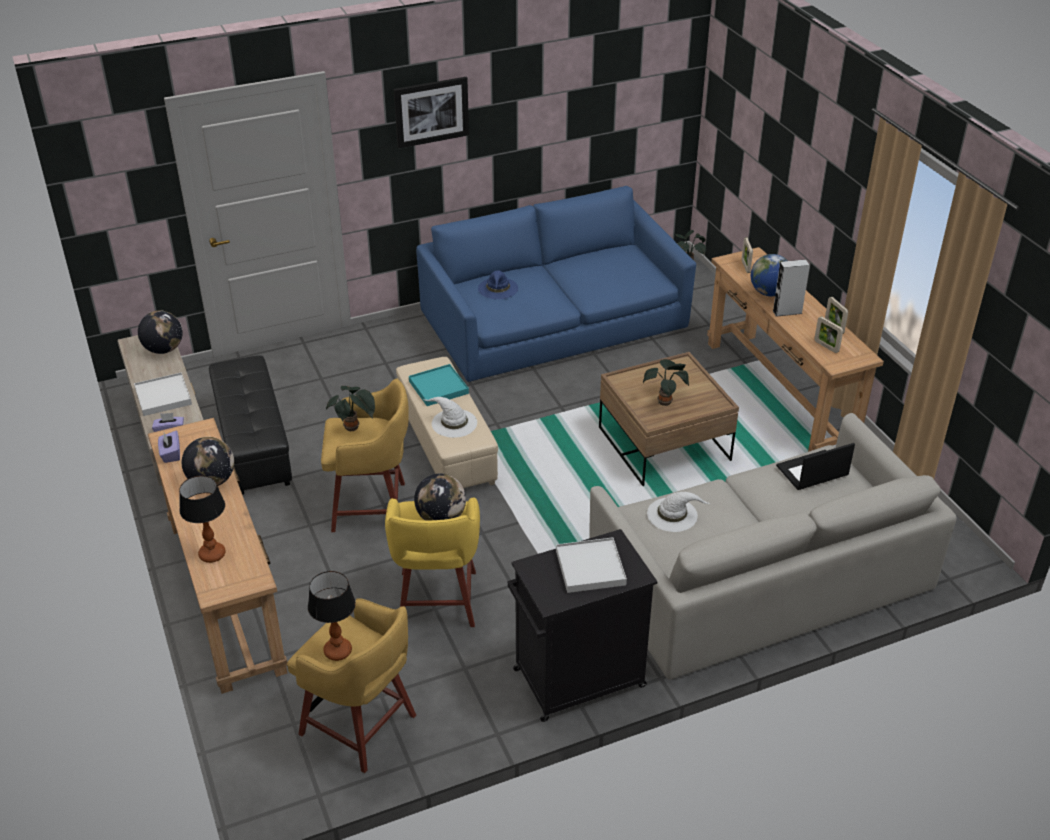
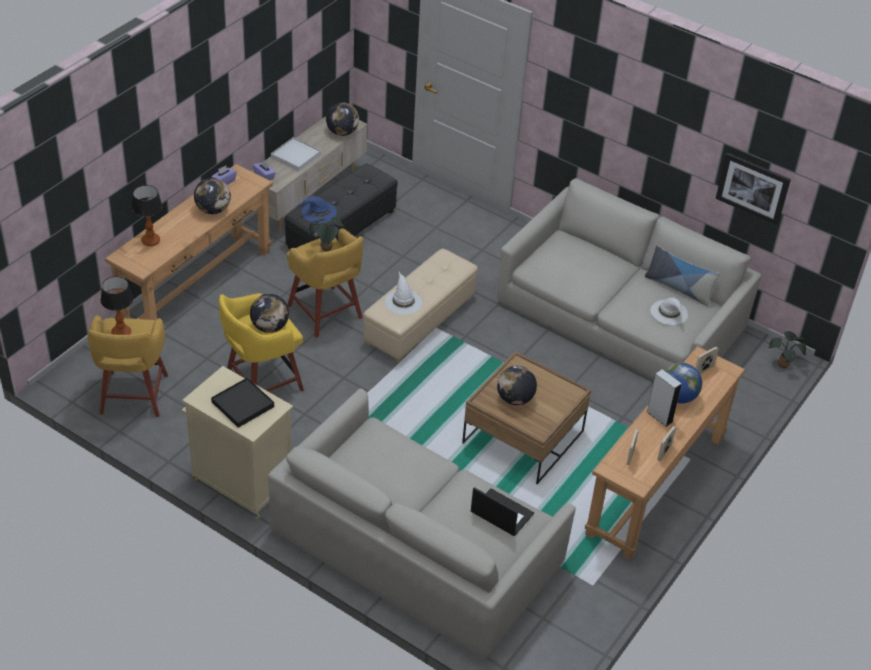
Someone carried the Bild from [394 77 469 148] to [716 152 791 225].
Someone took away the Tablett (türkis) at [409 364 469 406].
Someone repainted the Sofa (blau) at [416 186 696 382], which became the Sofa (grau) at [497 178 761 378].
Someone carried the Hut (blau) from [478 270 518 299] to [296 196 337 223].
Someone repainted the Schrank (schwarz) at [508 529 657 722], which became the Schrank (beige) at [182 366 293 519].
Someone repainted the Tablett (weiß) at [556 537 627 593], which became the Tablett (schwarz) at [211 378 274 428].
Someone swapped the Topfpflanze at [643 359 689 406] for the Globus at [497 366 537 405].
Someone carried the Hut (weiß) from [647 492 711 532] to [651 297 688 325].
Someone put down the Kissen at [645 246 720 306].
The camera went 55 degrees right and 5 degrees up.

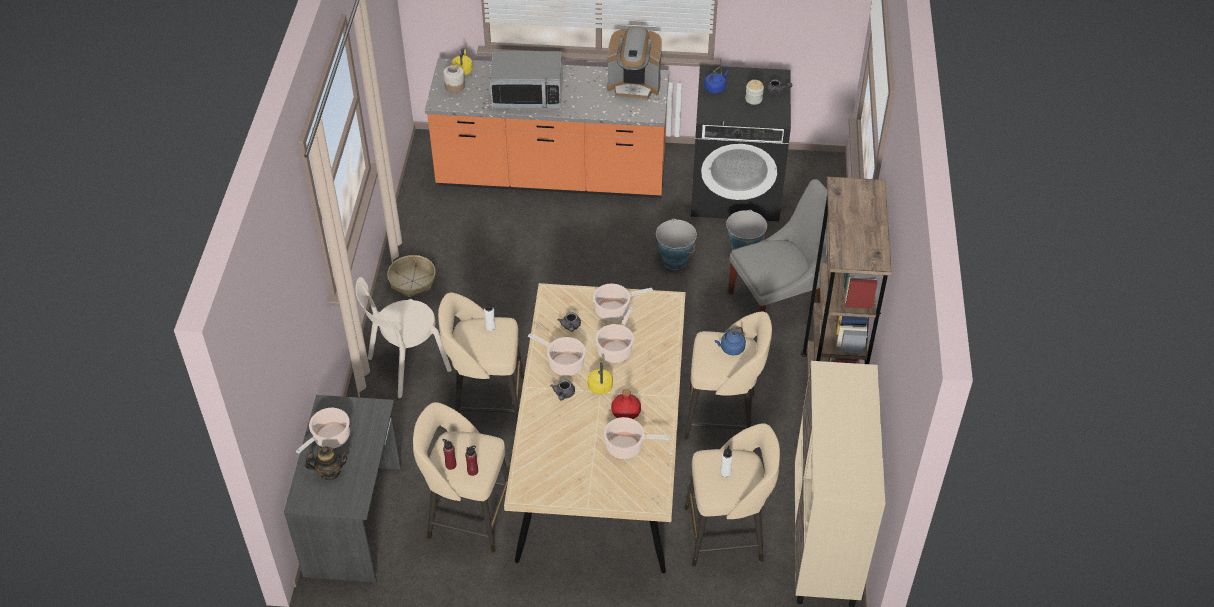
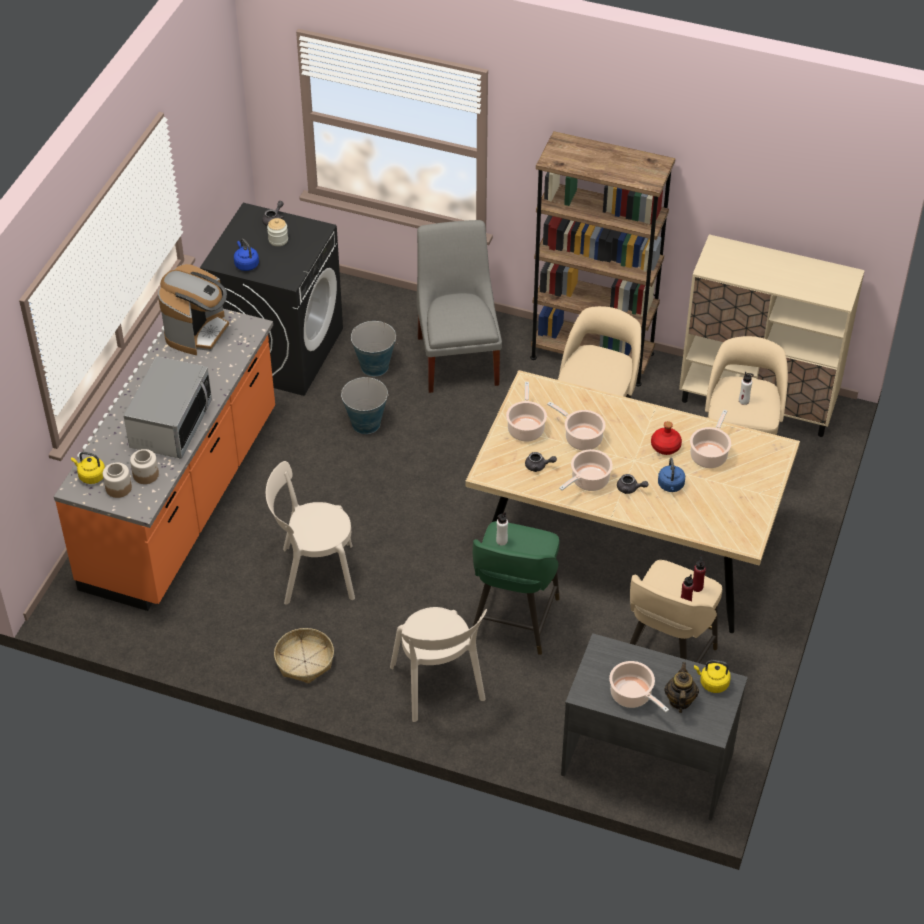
Someone repainted the Hocker (beige) at [438 293 524 421], which became the Hocker (grün) at [470 521 560 655].
Someone carried the Wasserkessel (gelb) from [588 361 613 395] to [694 660 731 693].
Someone carried the Wasserkessel (blau) from [714 327 746 356] to [658 458 685 492].
Someone put down the Vorratsglas at [130 449 159 484].
Someone put down the Stuhl (beige) at [266 461 355 605].
The camera went 75 degrees left and 0 degrees up.

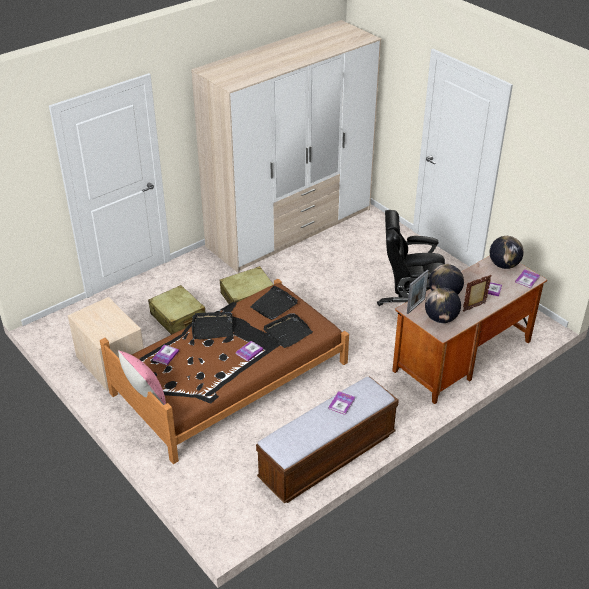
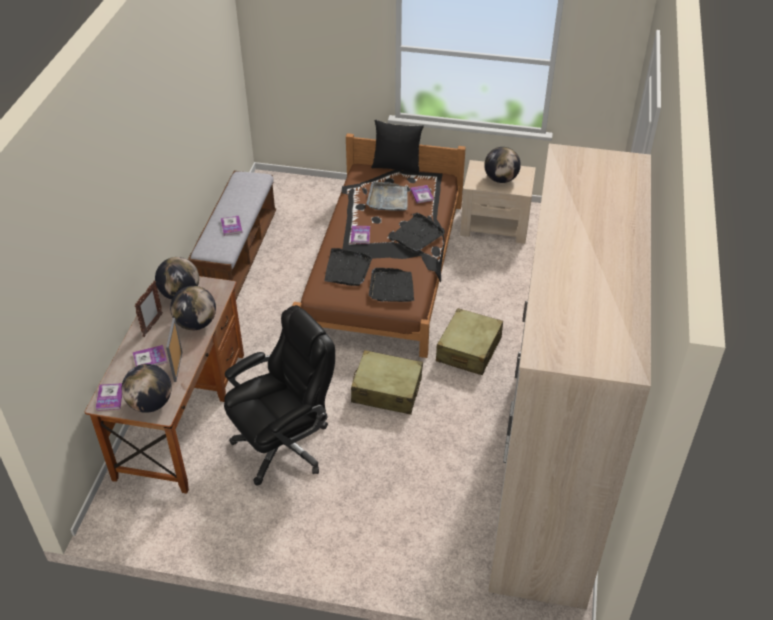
Someone repainted the Kissen (rosa) at [118 350 166 405], which became the Kissen (schwarz) at [371 120 424 174].
Someone carried the Koffer (beige) from [148 285 205 335] to [351 350 423 415].
Someone carried the Bilderrahmen from [407 270 429 314] to [166 318 182 382].
Someone put down the Tablett (grau) at [366 182 408 211].
Someone put down the Globus at [484 147 521 183].
The camera went 140 degrees right and 5 degrees up.

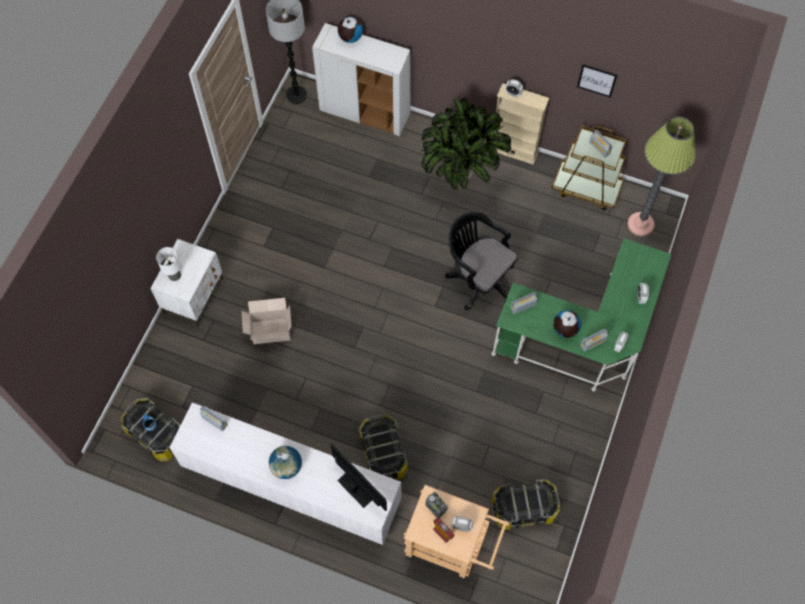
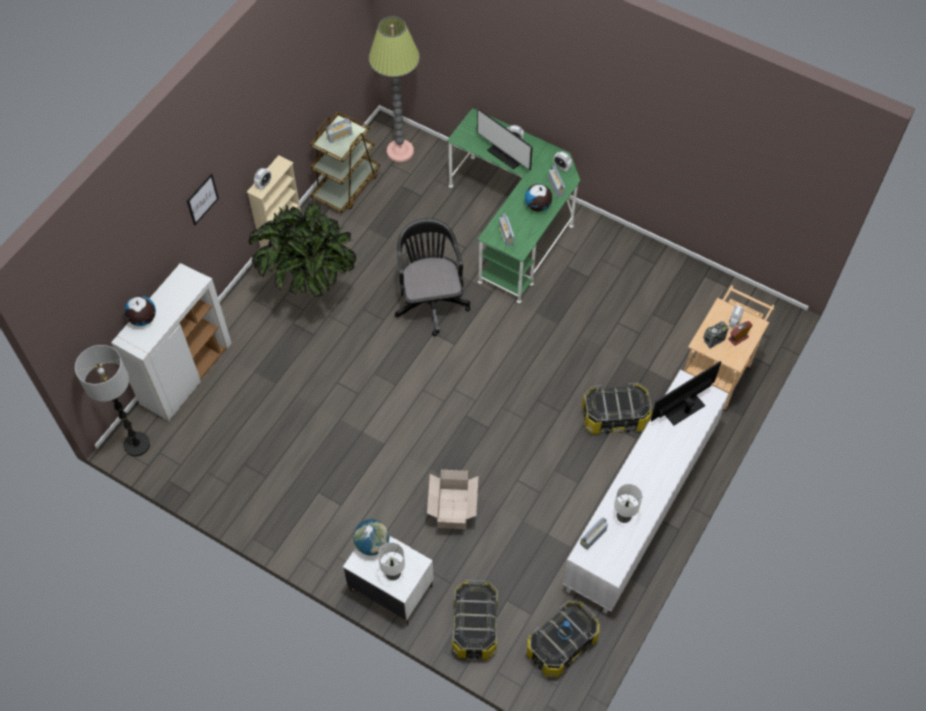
Someone carried the Globus from [269 446 302 479] to [353 519 389 556].
Someone rotated the Bürostuhl (schwarz) at [445 211 518 310] by 120 degrees clockwise.
Someone carried the Aufbewahrungsbox from [492 479 560 530] to [452 580 498 659].
Someone carried the Bild from [577 64 617 98] to [187 173 219 225].
Someone put down the Monitor at [477 108 533 171].
Someone put down the Tischlampe at [614 484 642 523].
The camera went 80 degrees left and 5 degrees down.

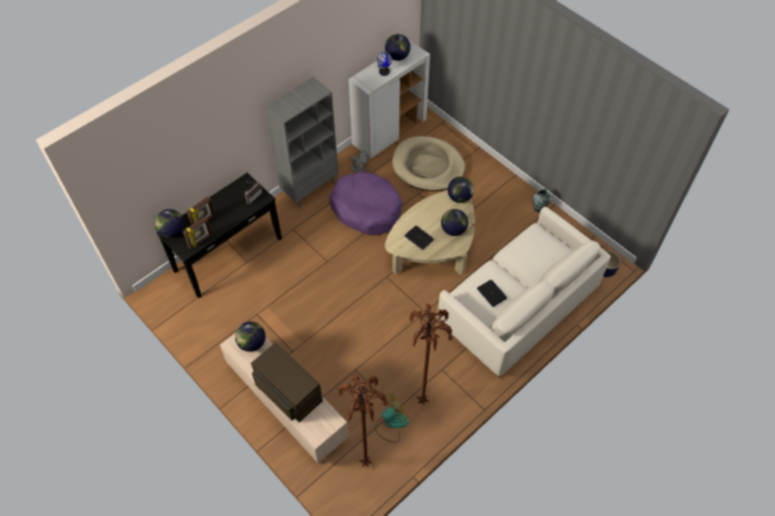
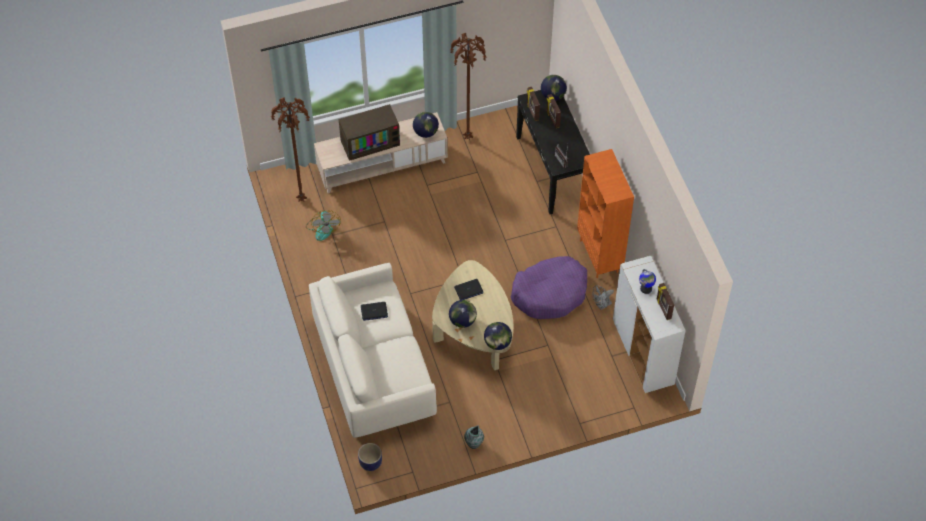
Someone repainted the Bücherregal (grau) at [265 77 338 207], which became the Bücherregal (orange) at [577 149 634 278].
Someone swapped the Globus at [385 34 411 61] for the Bilderrahmen at [657 283 674 320].
Someone took away the Hundebett (beige) at [392 136 465 191].
Someone carried the Stehlampe (braun) from [409 304 453 406] to [450 33 487 140].
The camera went 115 degrees right and 0 degrees up.

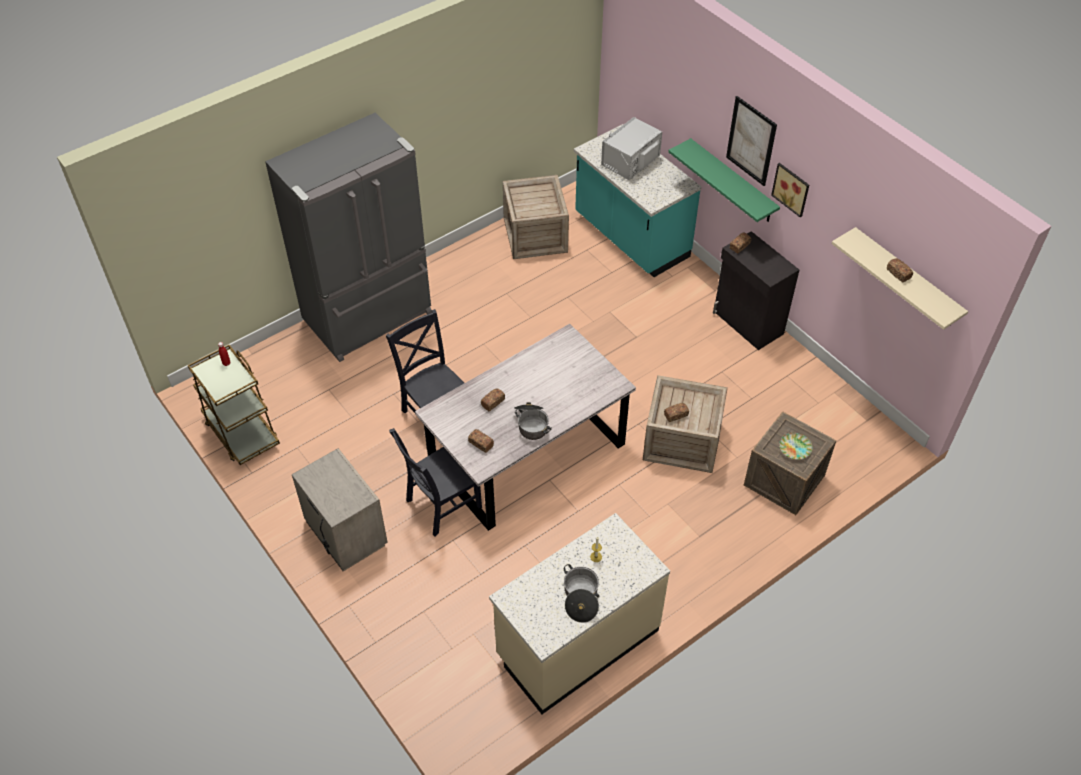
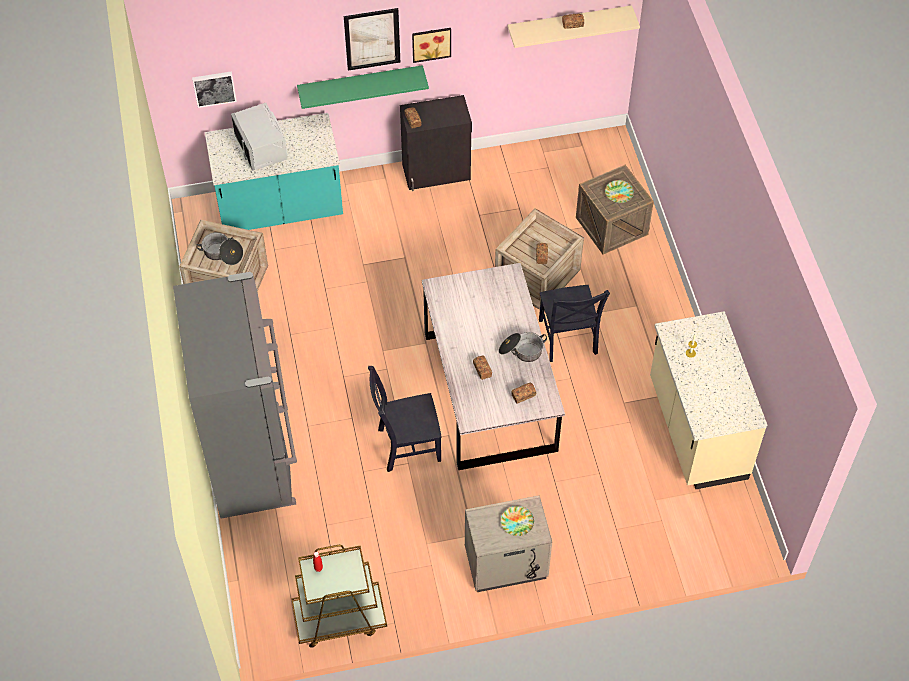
Someone carried the Stuhl (schwarz) from [389 428 482 537] to [539 285 610 362].
Someone carried the Kochtopf from [564 564 599 623] to [196 232 243 265].
Someone put up the Bild at [192 71 237 108].
Someone put down the Teller at [500 506 534 536].
The camera went 65 degrees left and 5 degrees up.

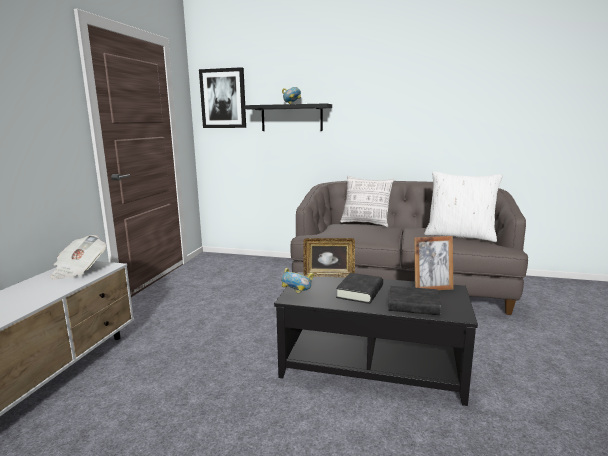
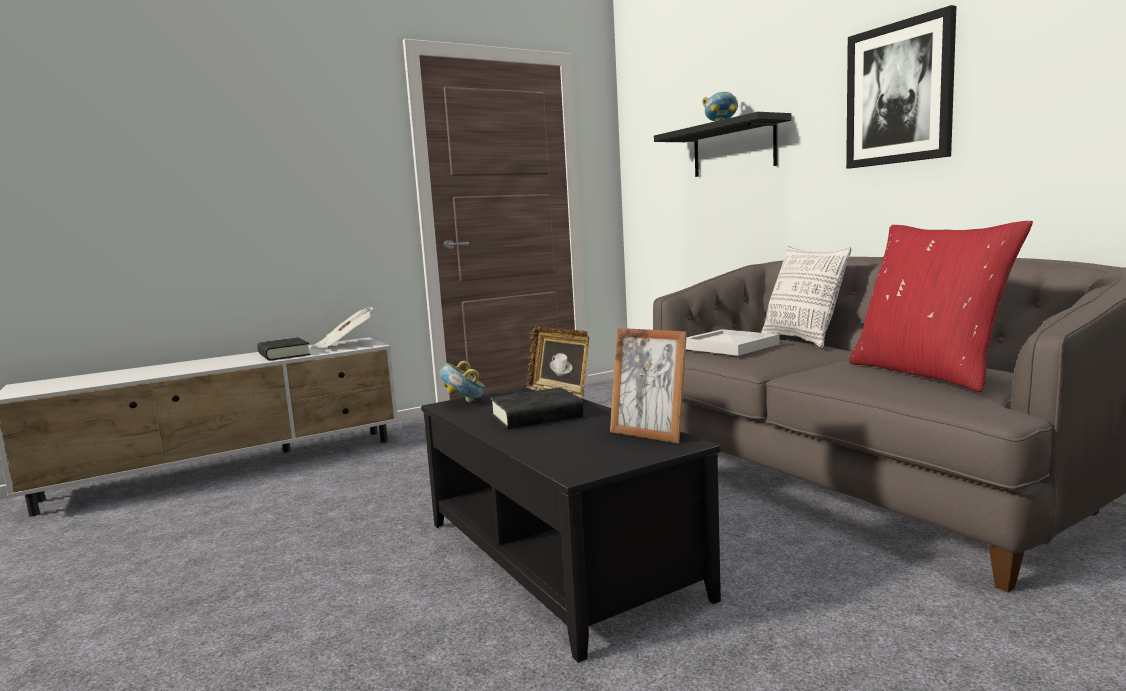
Someone carried the Bild from [199 67 246 128] to [846 5 956 168].
Someone carried the Buch (schwarz) from [388 286 441 315] to [257 337 311 361].
Someone repainted the Kissen (weiß) at [425 172 503 242], which became the Kissen (rot) at [849 221 1033 392].
Someone put down the Tablett (weiß) at [686 329 779 356].
The camera went 45 degrees right and 5 degrees down.

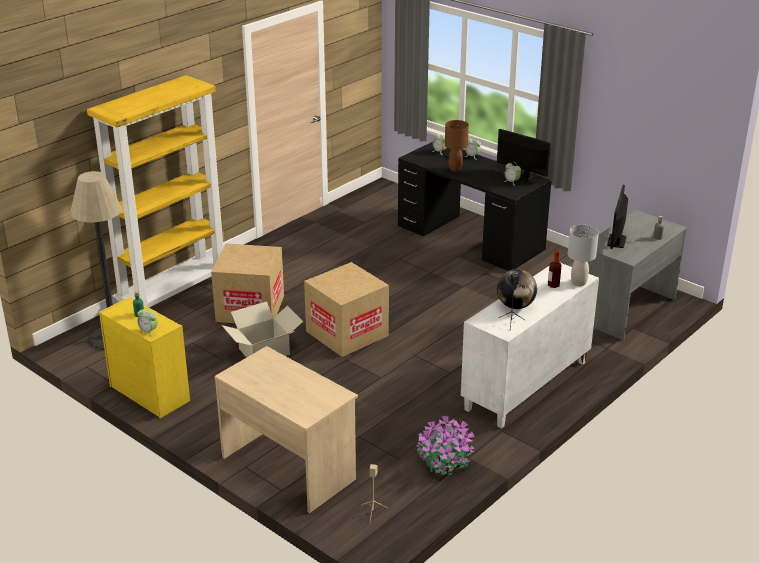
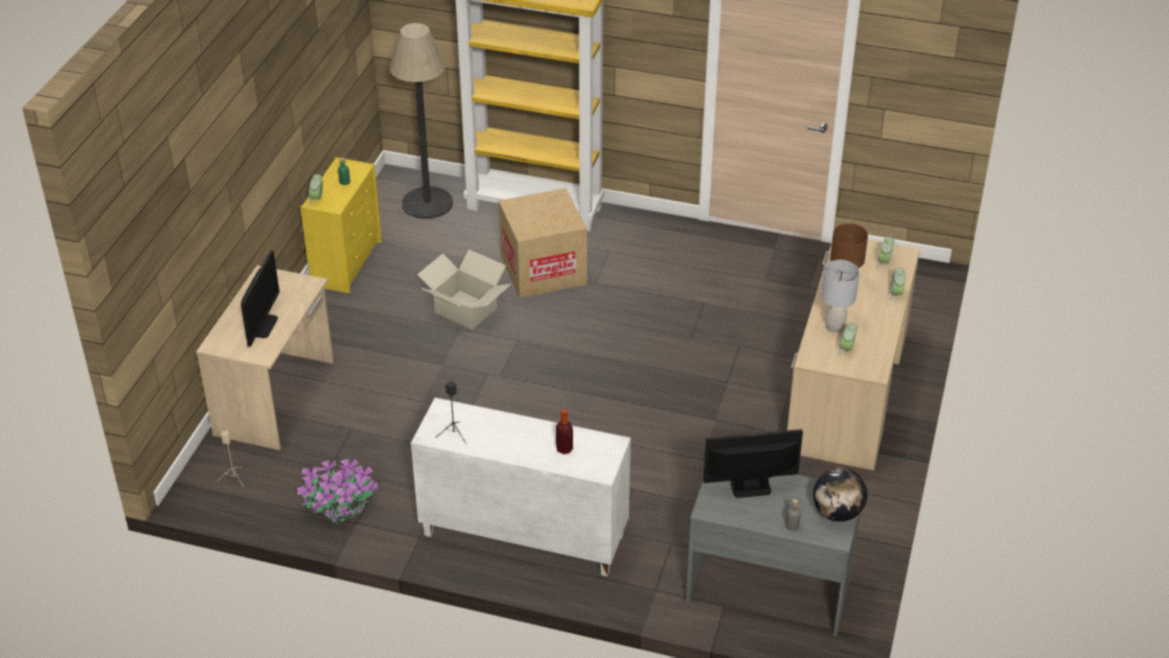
Someone took away the Karton at [304 262 389 357].
Someone repainted the Schreibtisch (schwarz) at [398 142 552 271], which became the Schreibtisch (beige) at [787 240 920 470].
Someone carried the Monitor from [497 129 551 181] to [241 251 280 347].
Someone carried the Globus from [497 269 537 309] to [813 467 867 522].
Someone carried the Tischlampe (grau) from [568 225 599 286] to [821 260 860 333].
The camera went 65 degrees right and 10 degrees up.

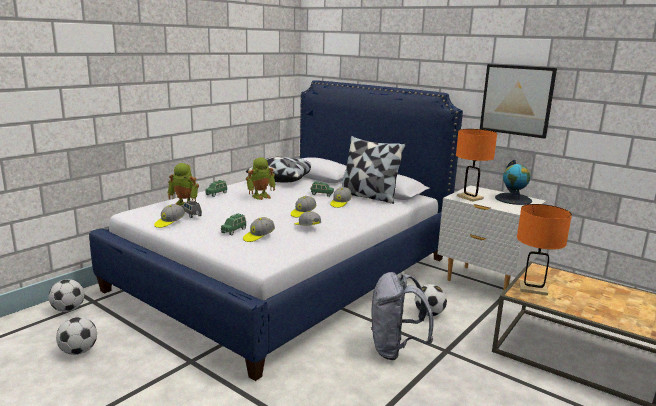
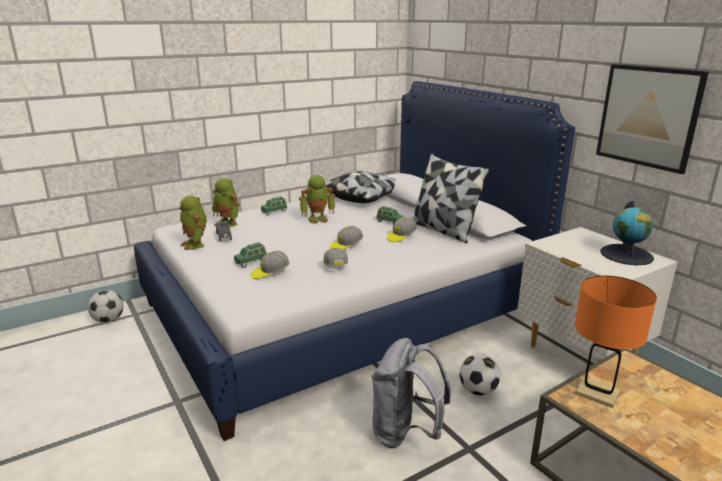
Someone took away the Fußball at [56 317 97 355].
Someone swapped the Kappe at [154 204 185 228] for the Spielzeugroboter at [179 196 207 250].
Someone took away the Tischlampe (orange) at [456 129 497 201].
The camera went 20 degrees right and 5 degrees up.

